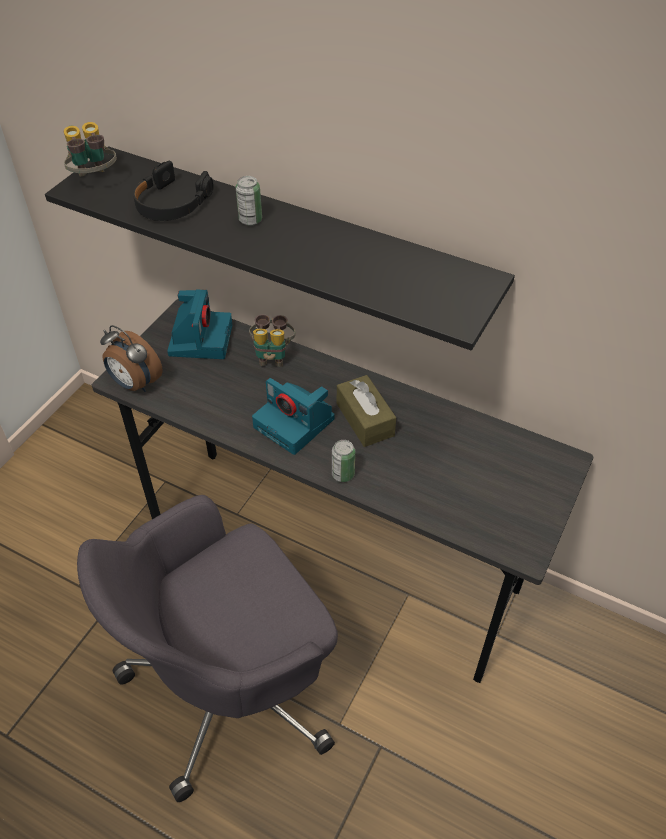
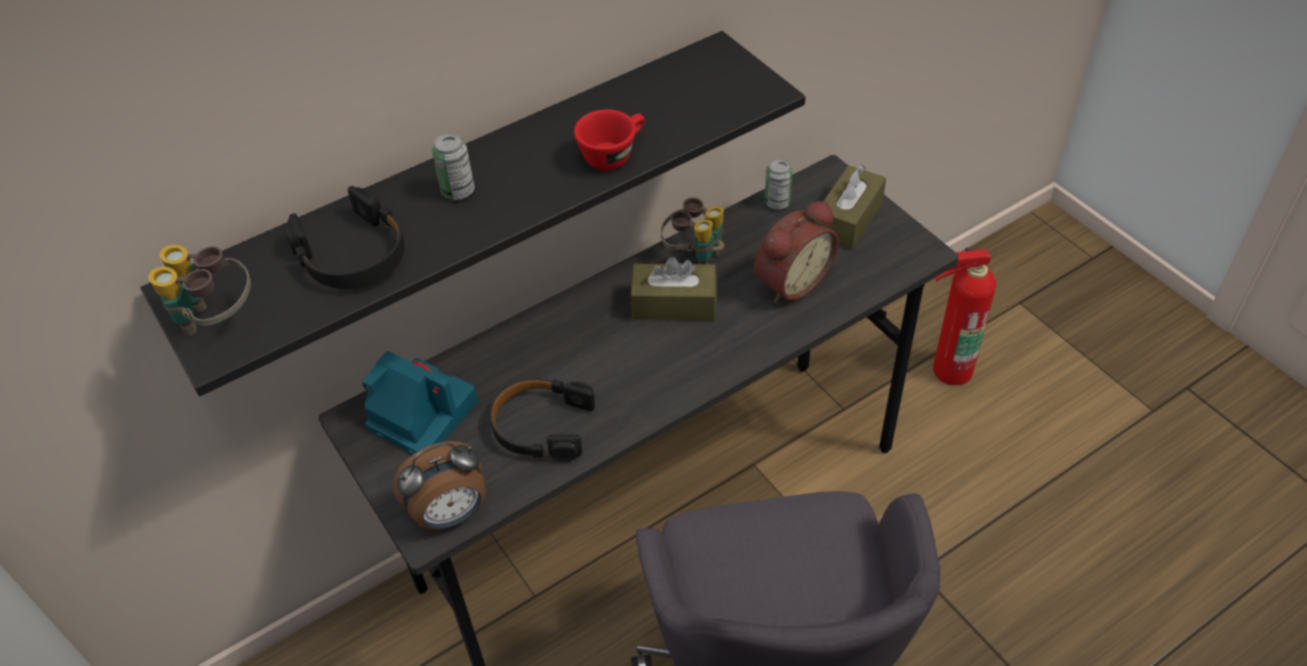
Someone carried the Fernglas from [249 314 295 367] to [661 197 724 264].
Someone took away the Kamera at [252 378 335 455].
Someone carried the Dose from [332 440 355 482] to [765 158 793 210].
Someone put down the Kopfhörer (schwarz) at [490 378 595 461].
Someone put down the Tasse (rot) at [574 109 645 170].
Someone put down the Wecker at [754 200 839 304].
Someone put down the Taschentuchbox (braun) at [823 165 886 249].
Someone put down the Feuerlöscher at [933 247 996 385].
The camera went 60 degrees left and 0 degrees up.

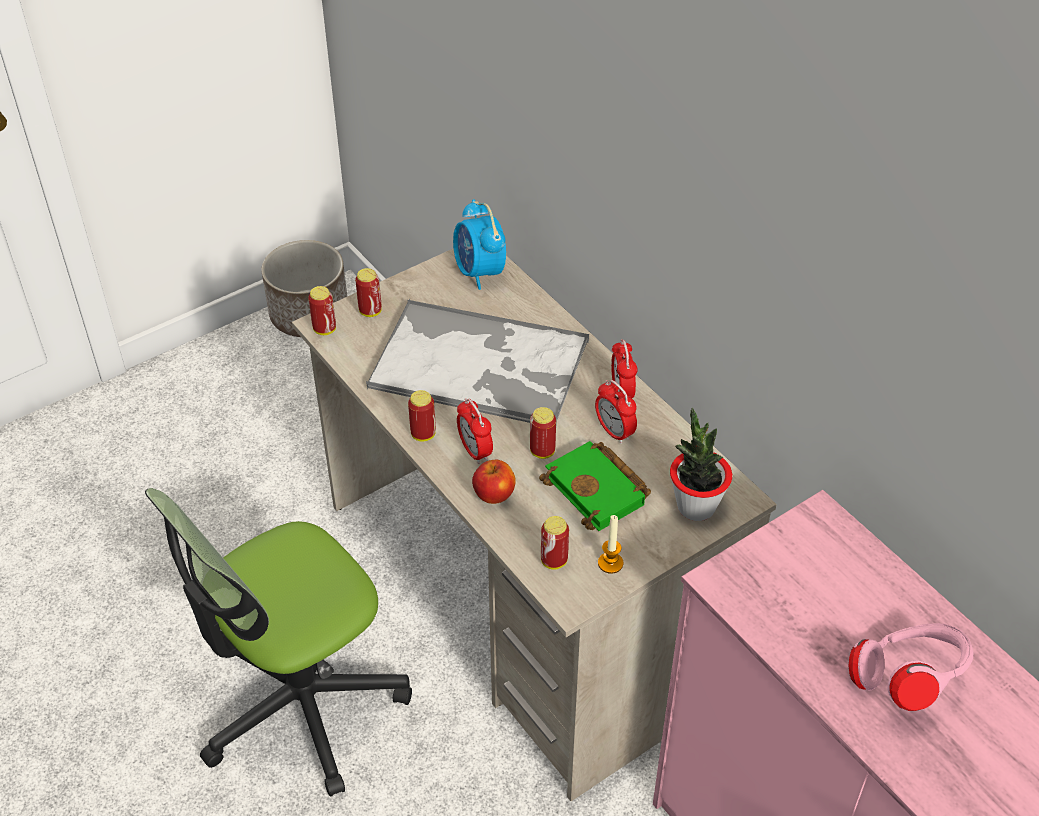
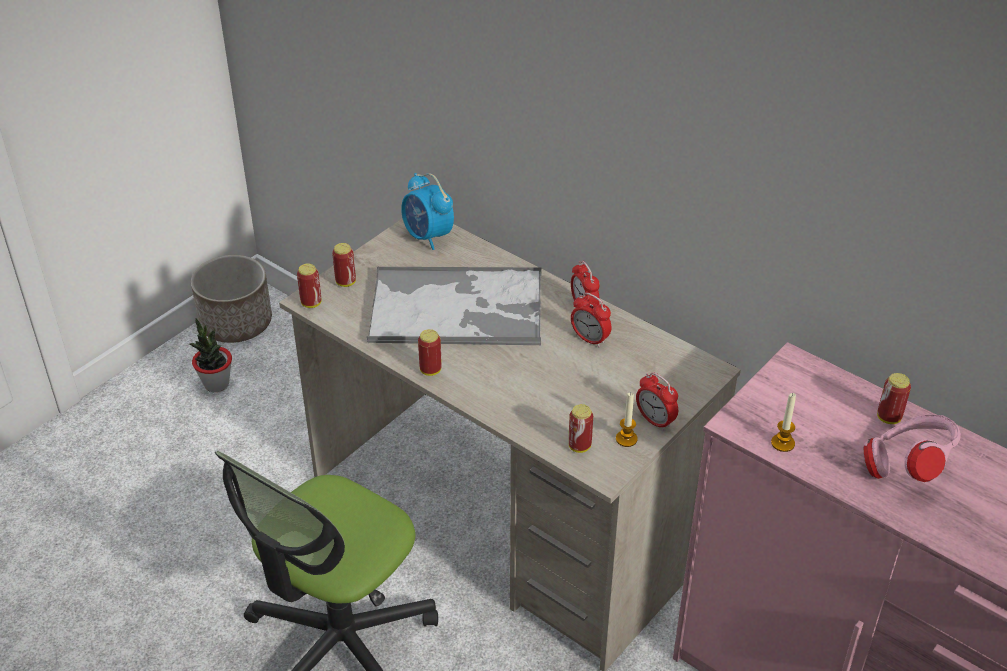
Someone carried the Wecker from [457 398 493 464] to [636 372 678 431].
Someone took away the Apfel at [472 460 516 504].
Someone carried the Dose from [530 407 556 459] to [877 373 911 424].
Someone took away the Buch (grün) at [539 441 651 531].
Someone carried the Topfpflanze from [670 408 732 521] to [190 318 232 392].
Someone put down the Kerze at [771 393 796 452].
The camera went 15 degrees left and 5 degrees down.

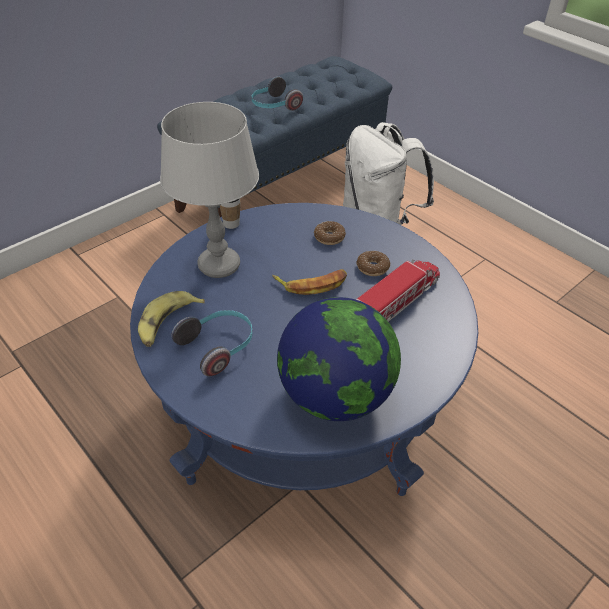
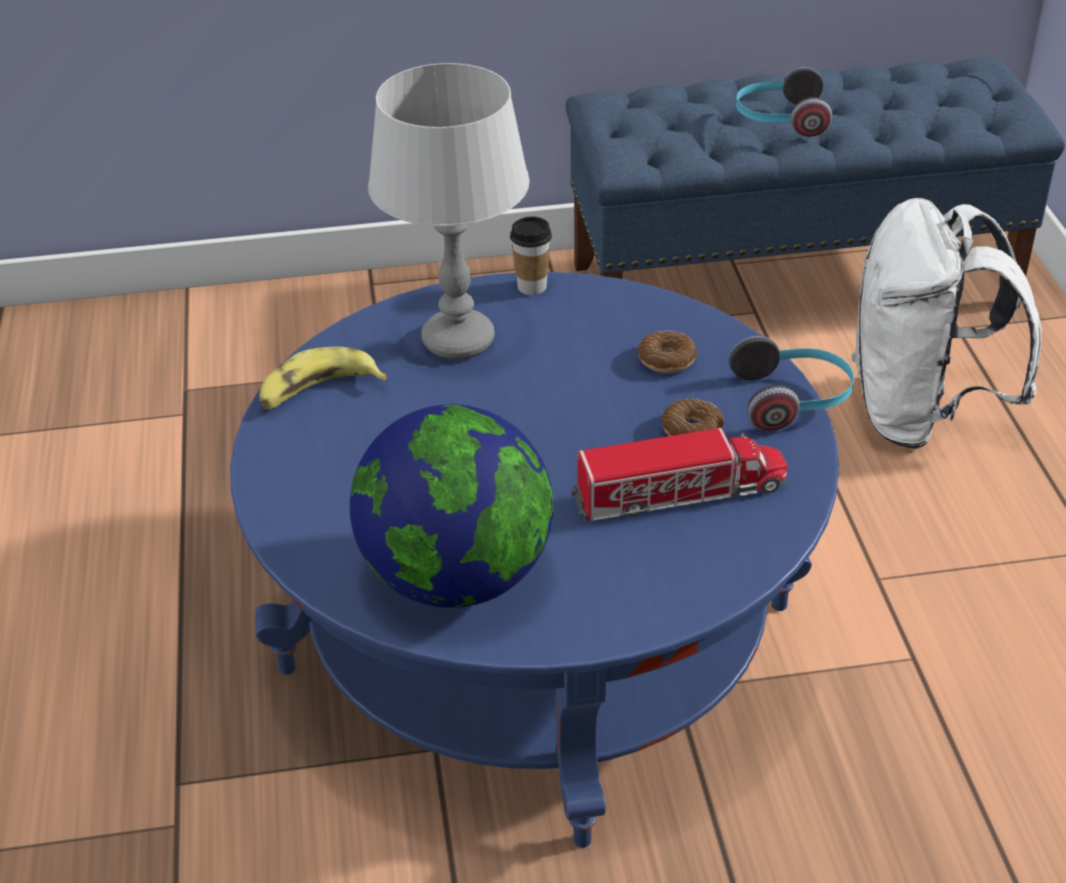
Someone carried the Kopfhörer from [171 310 253 376] to [729 336 854 431].
Someone took away the Banane at [272 269 347 295].
The camera went 35 degrees right and 5 degrees down.

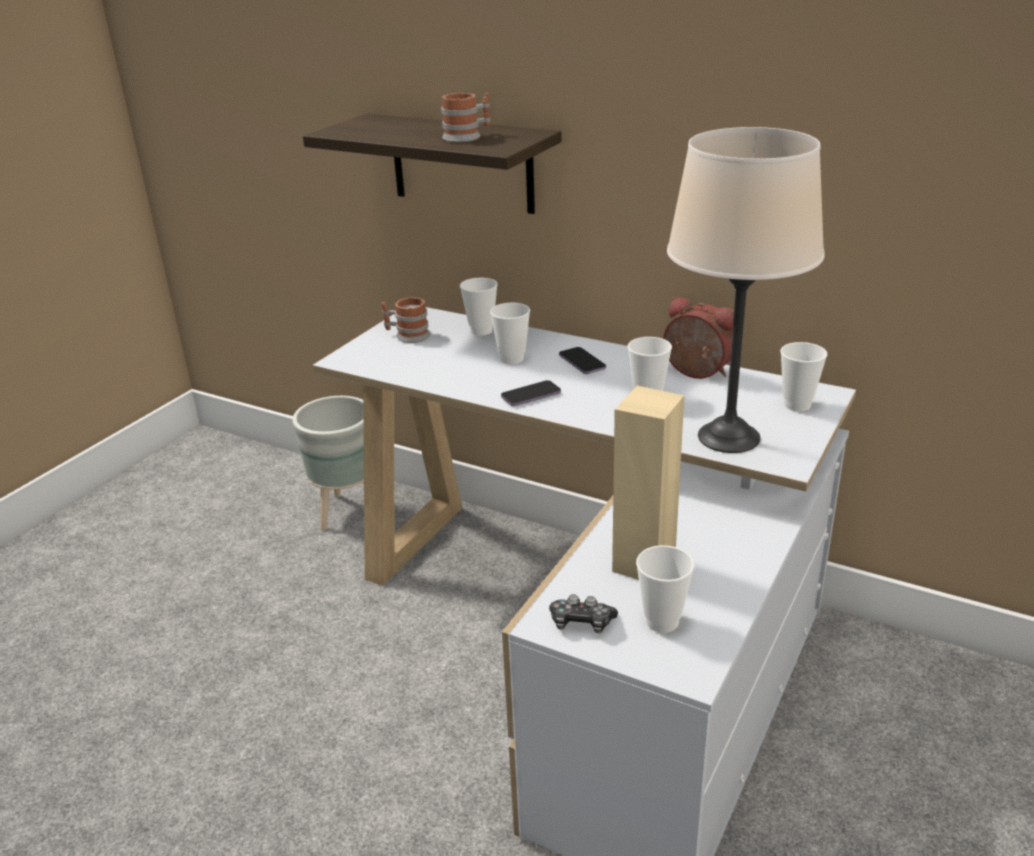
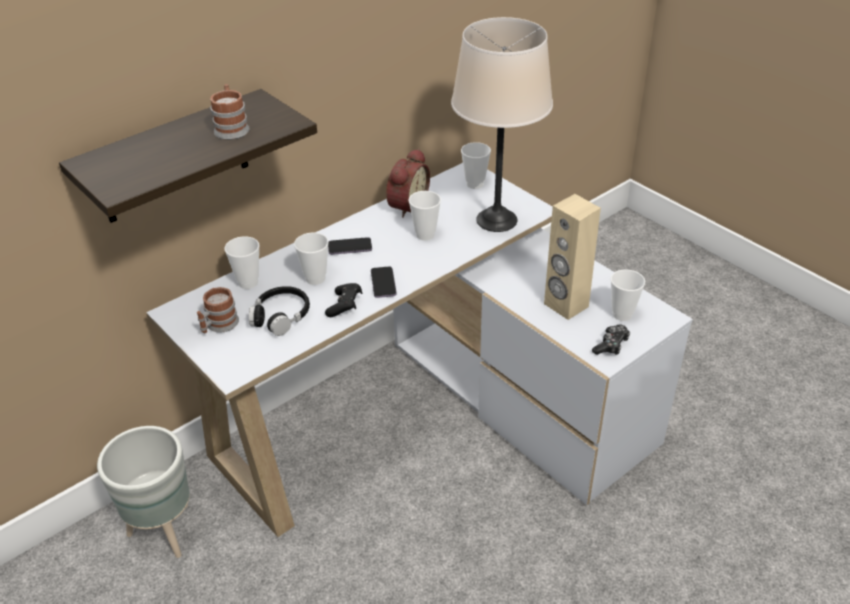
Someone rotated the Wecker at [663 297 734 379] by 150 degrees clockwise.
Someone put down the Kopfhörer (schwarz) at [249 286 310 336].
Someone put down the Gamepad (schwarz) at [325 283 362 317].
The camera went 70 degrees left and 10 degrees up.

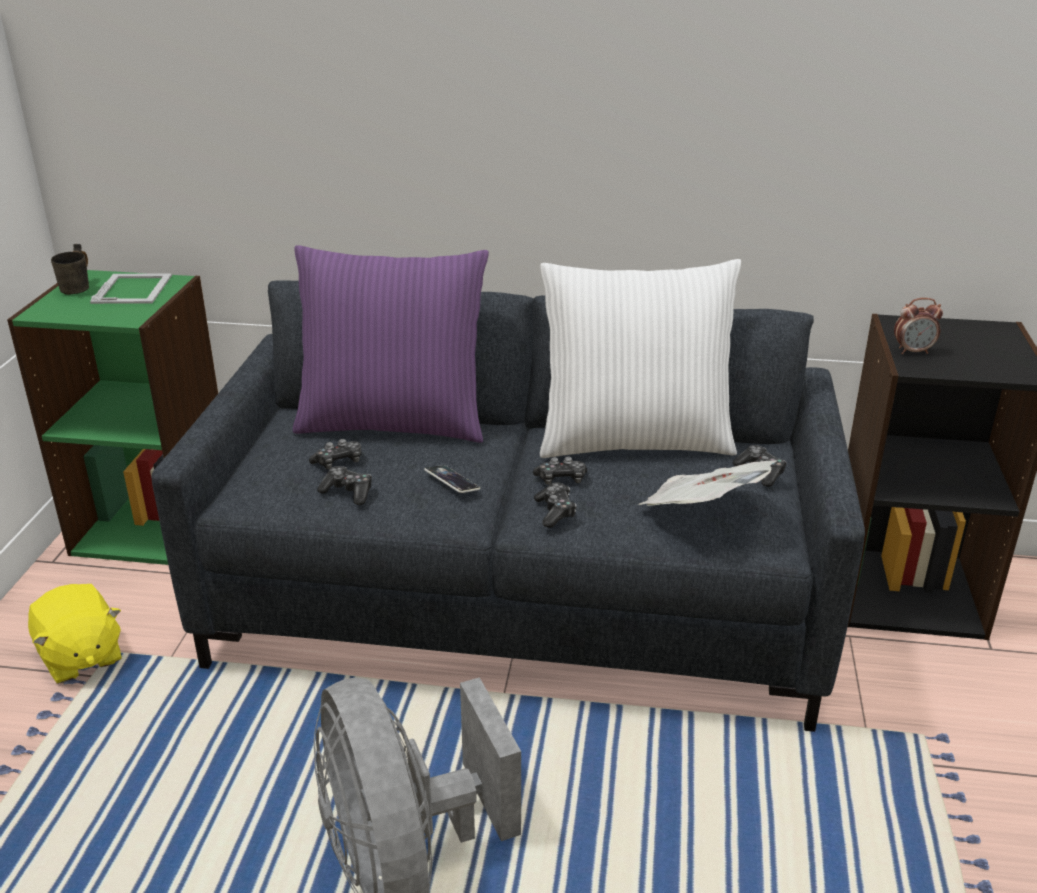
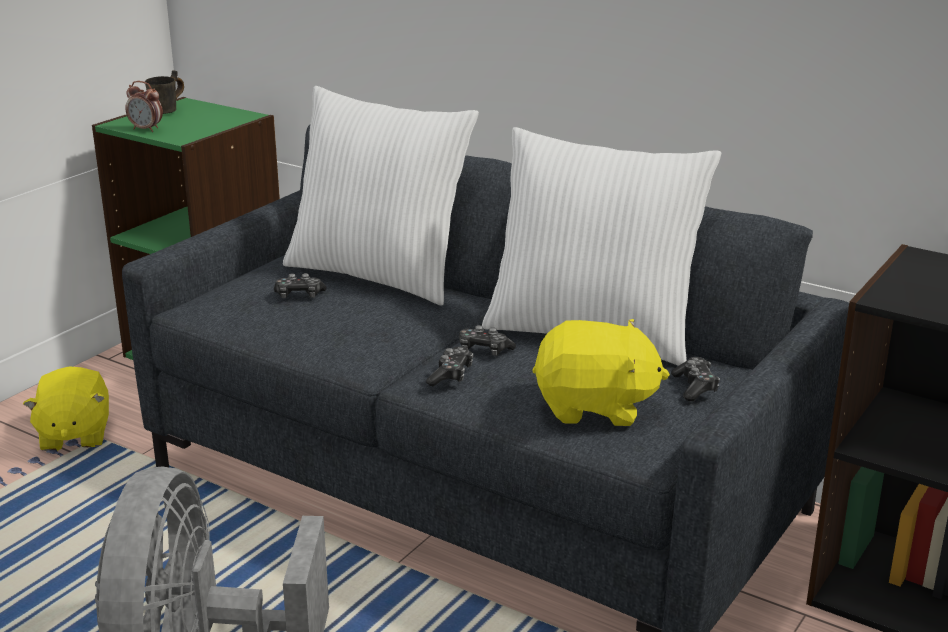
Someone took away the Bilderrahmen at [90 273 172 304].
Someone repainted the Kissen (lila) at [293 245 489 443], which became the Kissen (weiß) at [283 86 479 305].
Someone took away the Gamepad at [317 466 372 505].
Someone took away the Handy at [424 465 480 493].
Someone swapped the Zeitung at [638 460 777 506] for the Plüschtier (gelb) at [533 319 670 426].
Someone carried the Wecker from [894 298 943 354] to [125 81 163 132].
The camera went 25 degrees right and 5 degrees down.

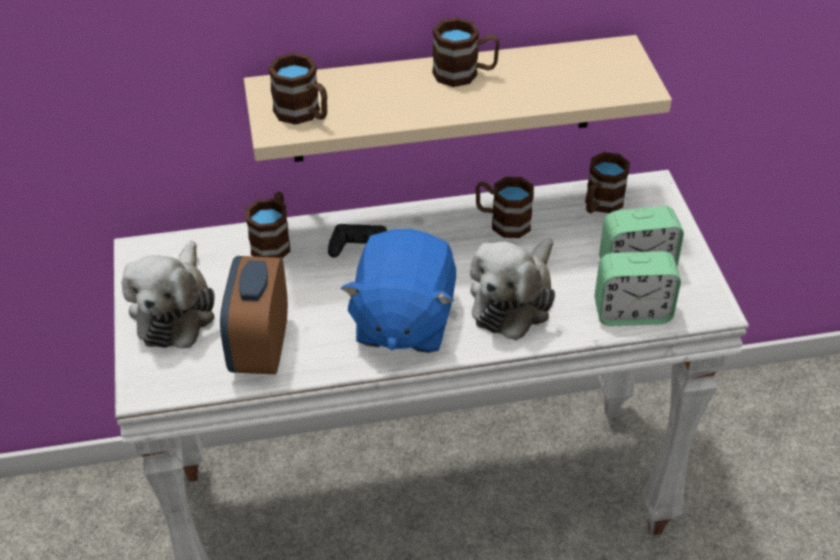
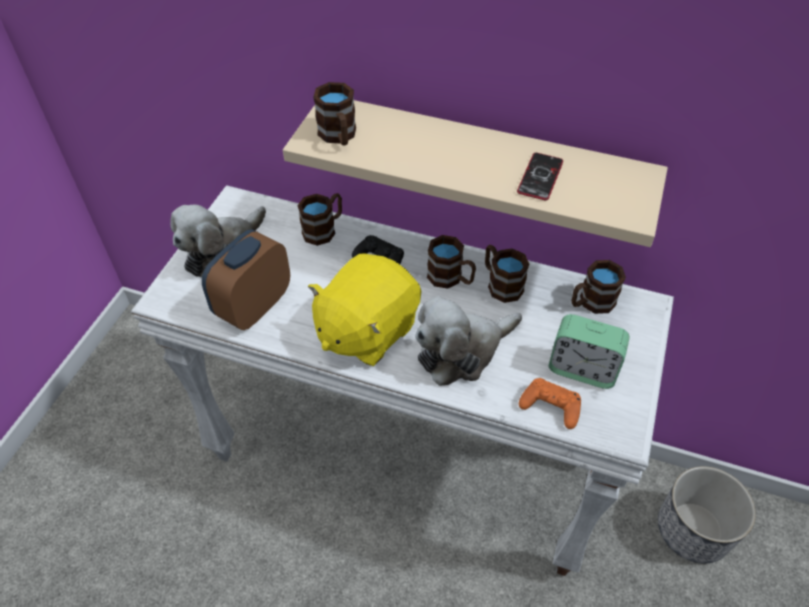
Someone repainted the Plüschtier (blau) at [341 229 456 353], which became the Plüschtier (gelb) at [308 254 421 366].
Someone carried the Henkelbecher (braun) from [432 18 500 87] to [427 235 476 289].
Someone swapped the Wecker at [595 251 681 326] for the Gamepad (orange) at [519 378 581 429].
Someone put down the Handy at [517 153 563 200].
Someone put down the Pflanzkübel at [658 466 756 564].
The camera went 30 degrees right and 5 degrees up.

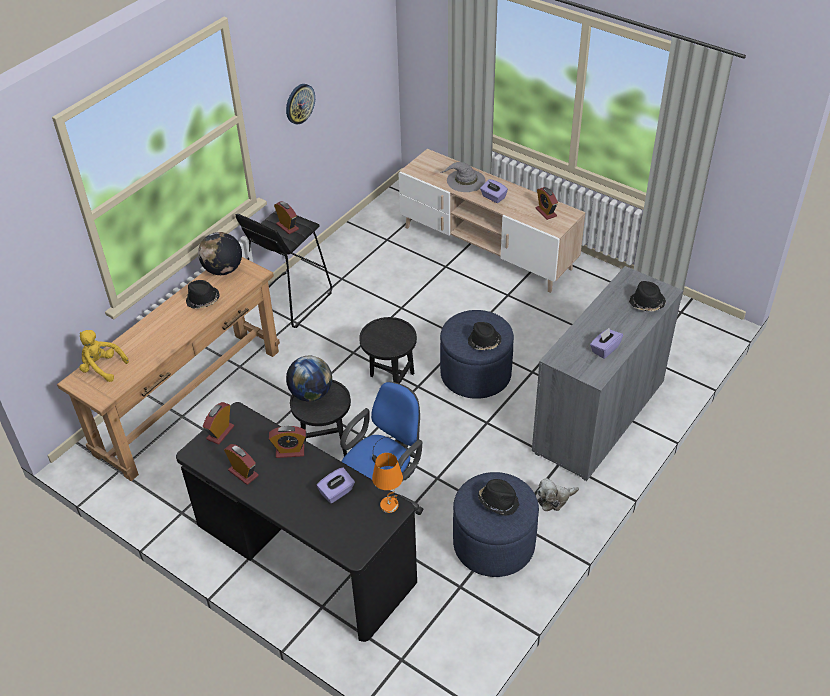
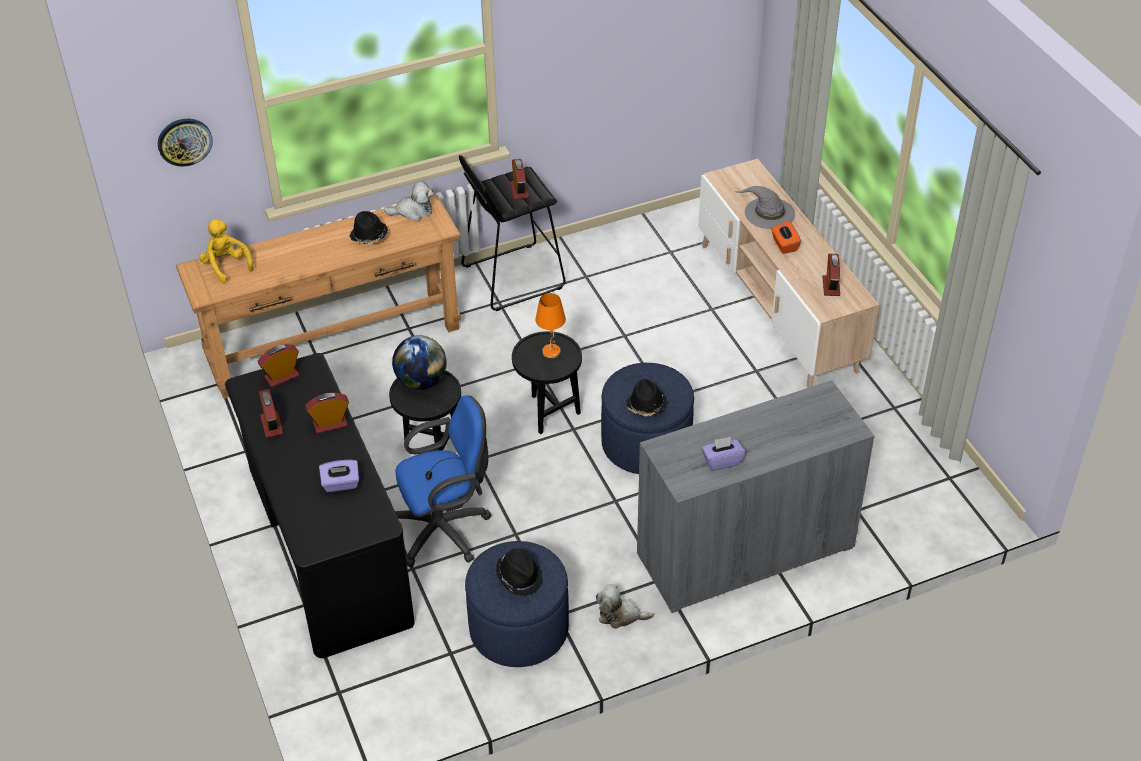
Someone swapped the Globus at [198 232 242 275] for the Plüschtier at [384 181 434 222].
Someone rotated the Wecker at [269 426 306 458] by 135 degrees clockwise.
Someone carried the Wanduhr from [286 84 315 125] to [158 119 213 167].
Someone carried the Tischlampe (orange) from [372 453 403 513] to [535 293 566 358].
Someone repainted the Taschentuchbox (lila) at [480 179 508 203], which became the Taschentuchbox (orange) at [771 221 801 254].
Someone took away the Hut (schwarz) at [629 281 666 312].
The camera went 30 degrees right and 0 degrees up.

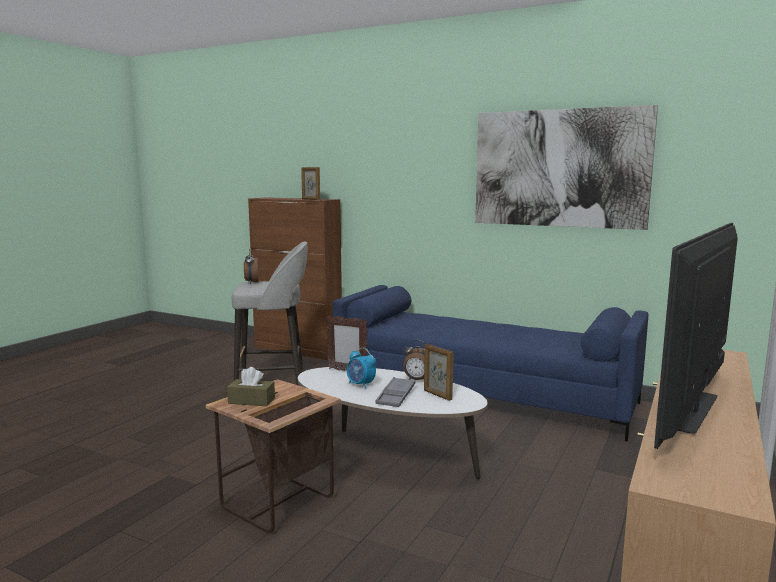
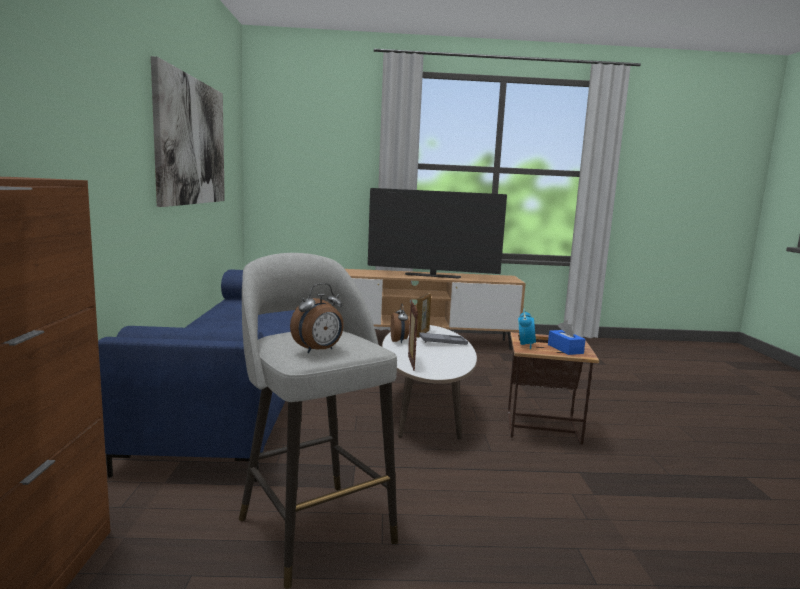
Someone repainted the Taschentuchbox (braun) at [227 367 275 406], which became the Taschentuchbox (blau) at [548 320 586 355].
Someone took away the Bilderrahmen at [301 167 320 200].
Someone carried the Wecker from [347 348 376 389] to [518 309 536 349].
The camera went 120 degrees left and 0 degrees up.

